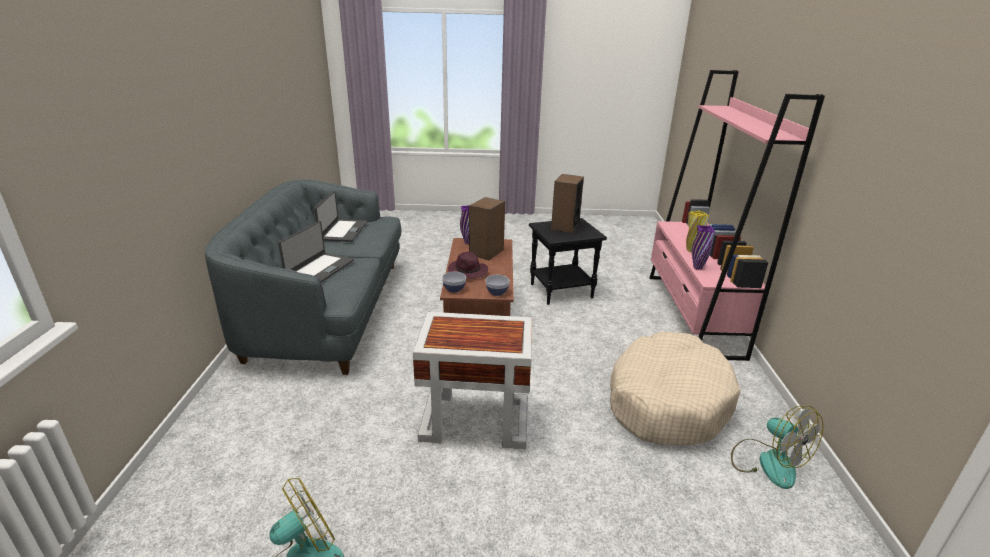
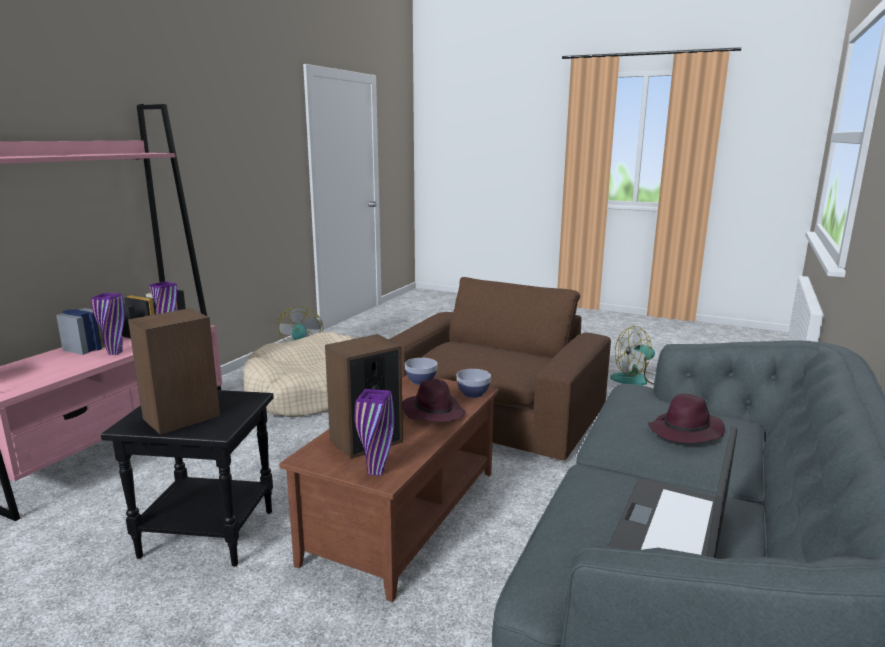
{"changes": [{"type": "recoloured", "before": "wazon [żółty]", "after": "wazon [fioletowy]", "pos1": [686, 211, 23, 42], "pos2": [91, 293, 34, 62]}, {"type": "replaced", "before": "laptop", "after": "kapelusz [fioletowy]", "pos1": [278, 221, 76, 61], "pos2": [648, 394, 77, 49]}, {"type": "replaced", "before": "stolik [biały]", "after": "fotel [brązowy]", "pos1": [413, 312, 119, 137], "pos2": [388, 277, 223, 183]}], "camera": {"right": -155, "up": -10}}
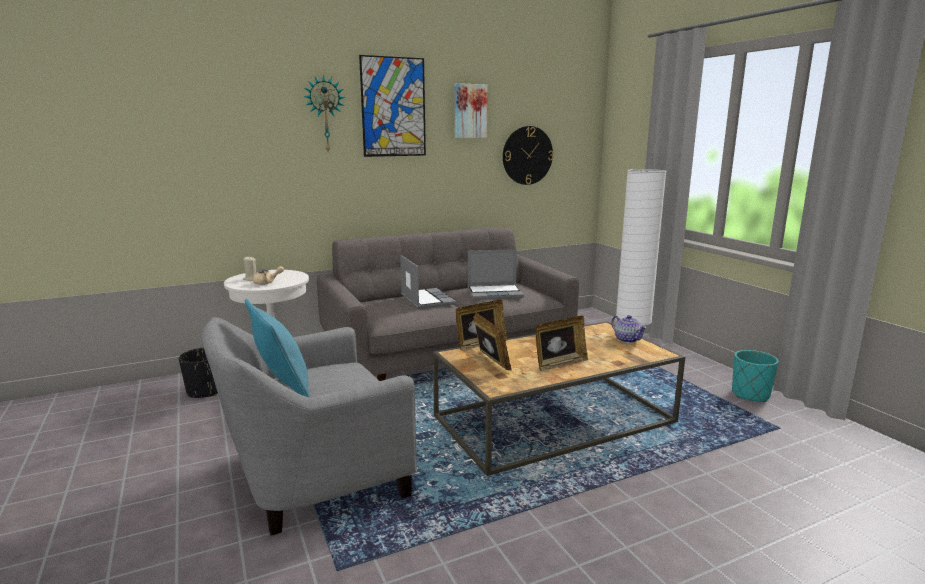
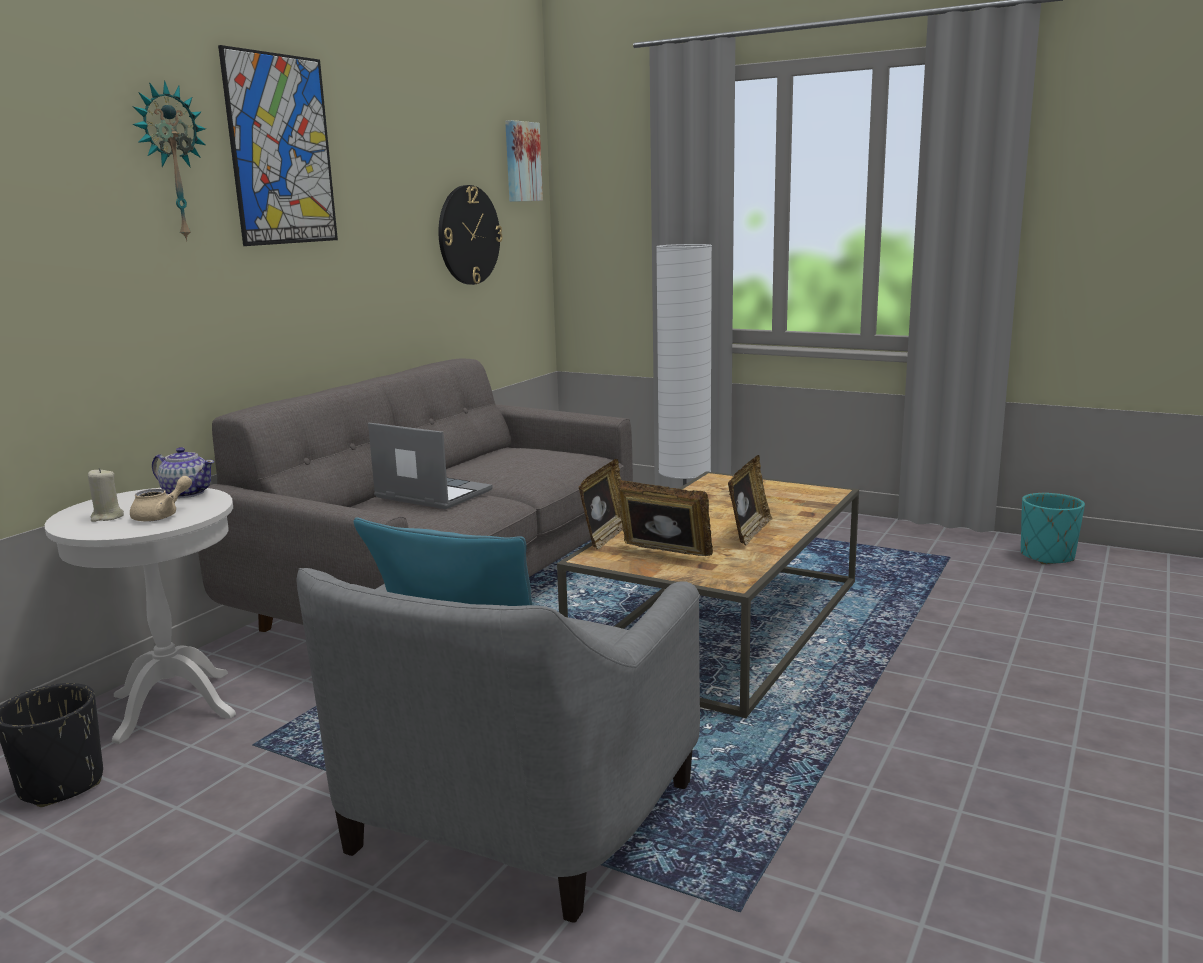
{"changes": [{"type": "moved", "before": "obraz", "pos1": [455, 83, 33, 55], "pos2": [505, 120, 38, 82]}, {"type": "removed", "before": "laptop", "pos1": [468, 249, 56, 51]}, {"type": "moved", "before": "imbryk", "pos1": [611, 315, 36, 28], "pos2": [152, 447, 62, 51]}, {"type": "moved", "before": "donica [turkusowy]", "pos1": [732, 350, 47, 52], "pos2": [1021, 493, 64, 71]}], "camera": {"right": -35, "up": 0}}
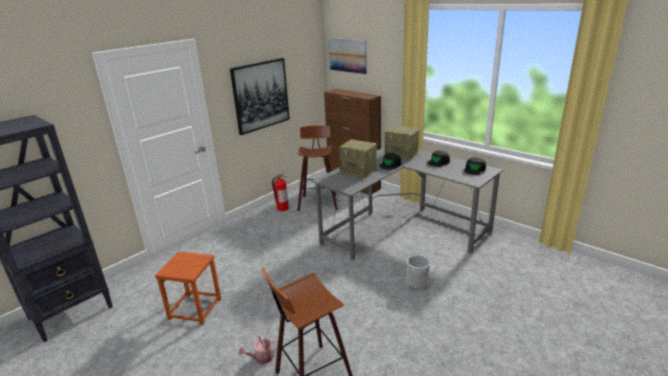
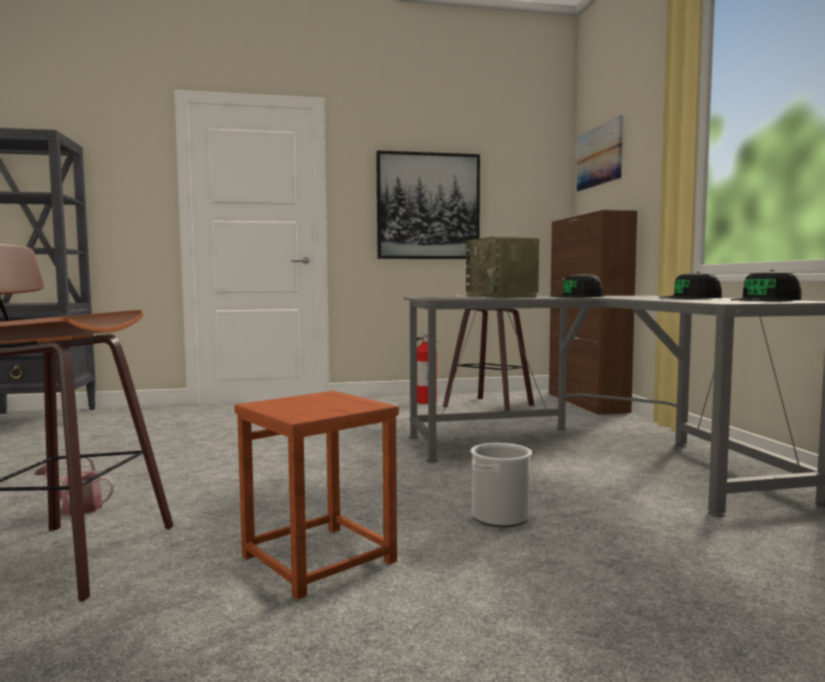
{"changes": [{"type": "removed", "before": "radio", "pos1": [385, 125, 34, 36]}, {"type": "moved", "before": "stołek [brązowy]", "pos1": [155, 251, 66, 74], "pos2": [234, 391, 165, 209]}], "camera": {"right": 35, "up": -20}}
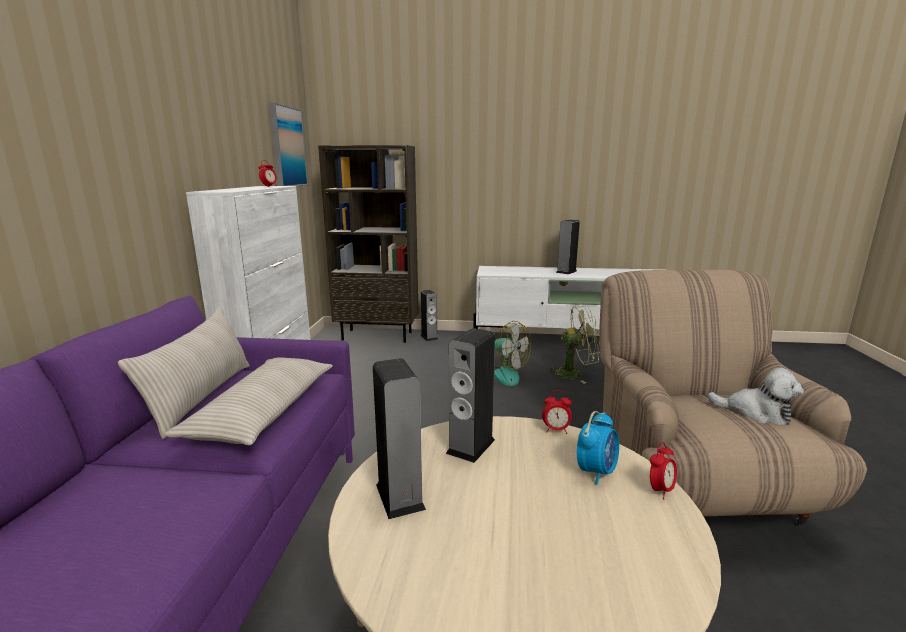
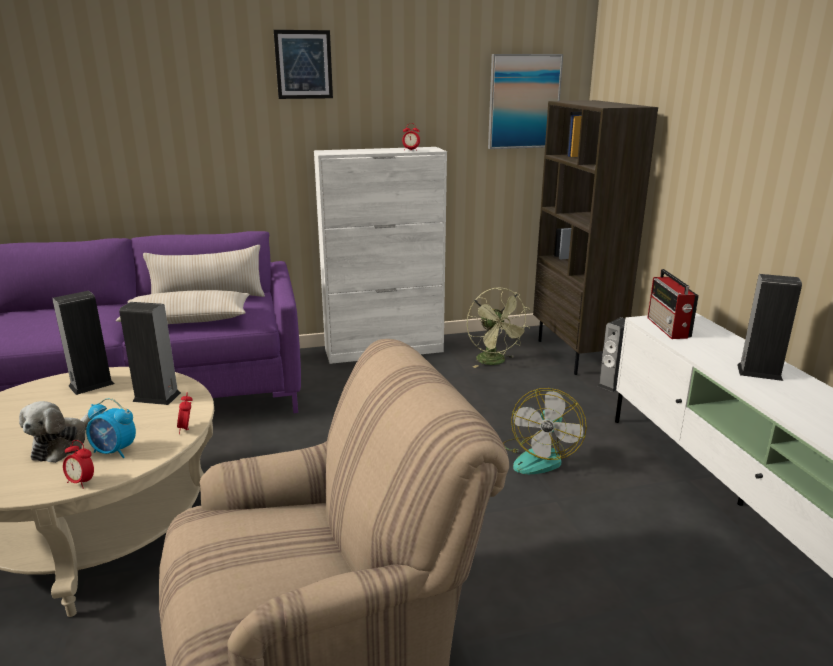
{"changes": [{"type": "moved", "before": "wentylator [zielony]", "pos1": [546, 306, 54, 78], "pos2": [467, 287, 63, 81]}, {"type": "moved", "before": "pluszak", "pos1": [708, 368, 96, 57], "pos2": [19, 401, 72, 62]}, {"type": "added", "after": "obraz", "pos2": [274, 30, 59, 69]}, {"type": "added", "after": "radio", "pos2": [647, 269, 52, 70]}], "camera": {"right": 70, "up": 5}}
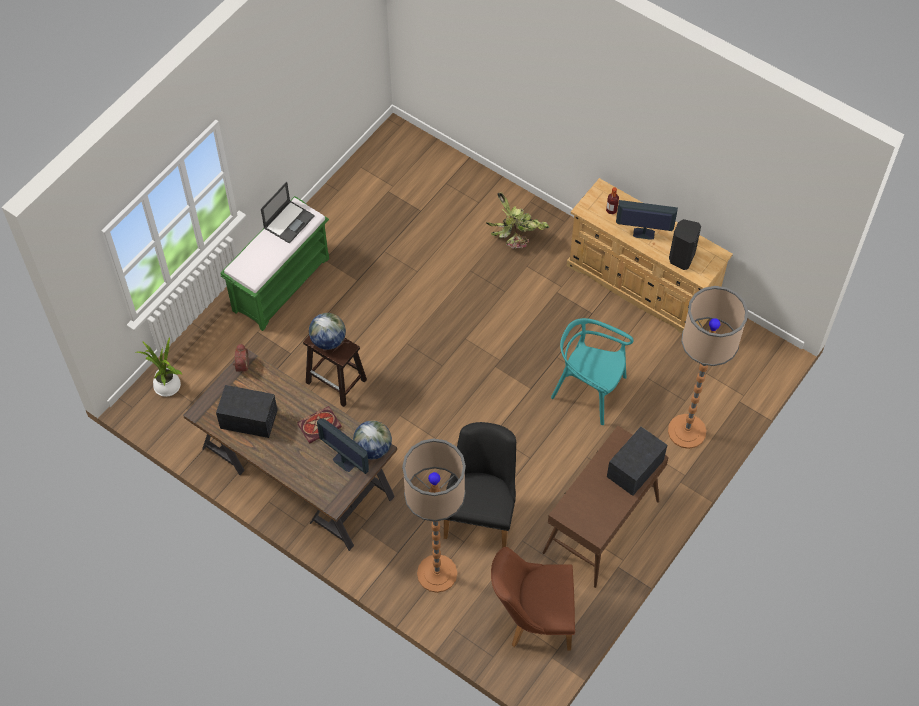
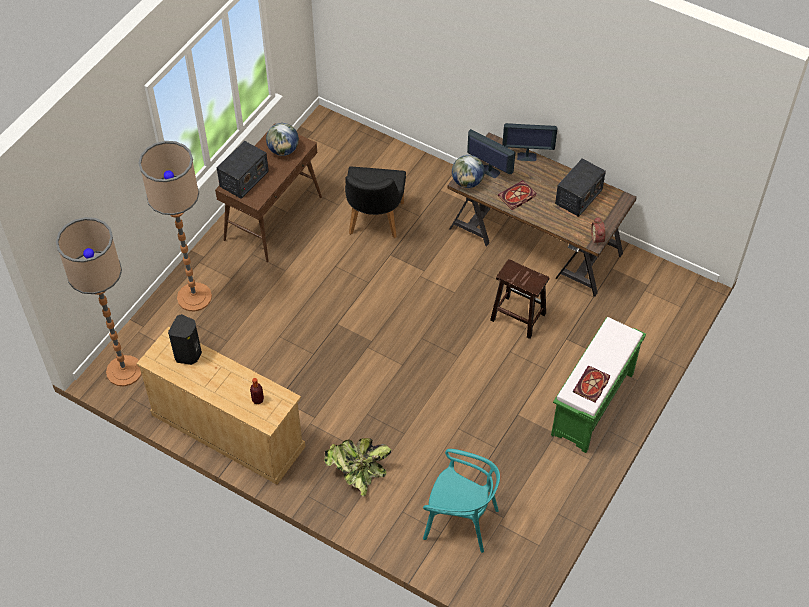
{"changes": [{"type": "replaced", "before": "laptop", "after": "książka", "pos1": [261, 182, 54, 62], "pos2": [573, 366, 37, 37]}, {"type": "moved", "before": "monitor", "pos1": [616, 200, 62, 40], "pos2": [502, 123, 55, 38]}, {"type": "moved", "before": "globus", "pos1": [309, 313, 37, 37], "pos2": [266, 123, 33, 33]}, {"type": "moved", "before": "krzesło [turkusowy]", "pos1": [551, 318, 83, 107], "pos2": [423, 449, 77, 104]}, {"type": "removed", "before": "roślina doniczkowa", "pos1": [136, 337, 47, 60]}, {"type": "turned", "before": "radio", "pos1": [216, 385, 62, 53], "pos2": [555, 158, 51, 59], "turn": -60}, {"type": "moved", "before": "lampa stojąca", "pos1": [402, 438, 64, 155], "pos2": [56, 217, 86, 169]}, {"type": "removed", "before": "krzesło [brązowy]", "pos1": [491, 547, 84, 104]}], "camera": {"right": 175, "up": -5}}
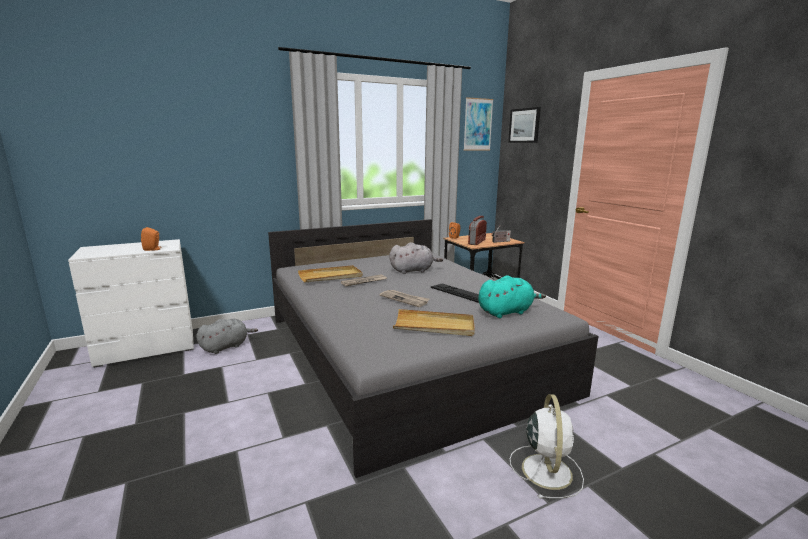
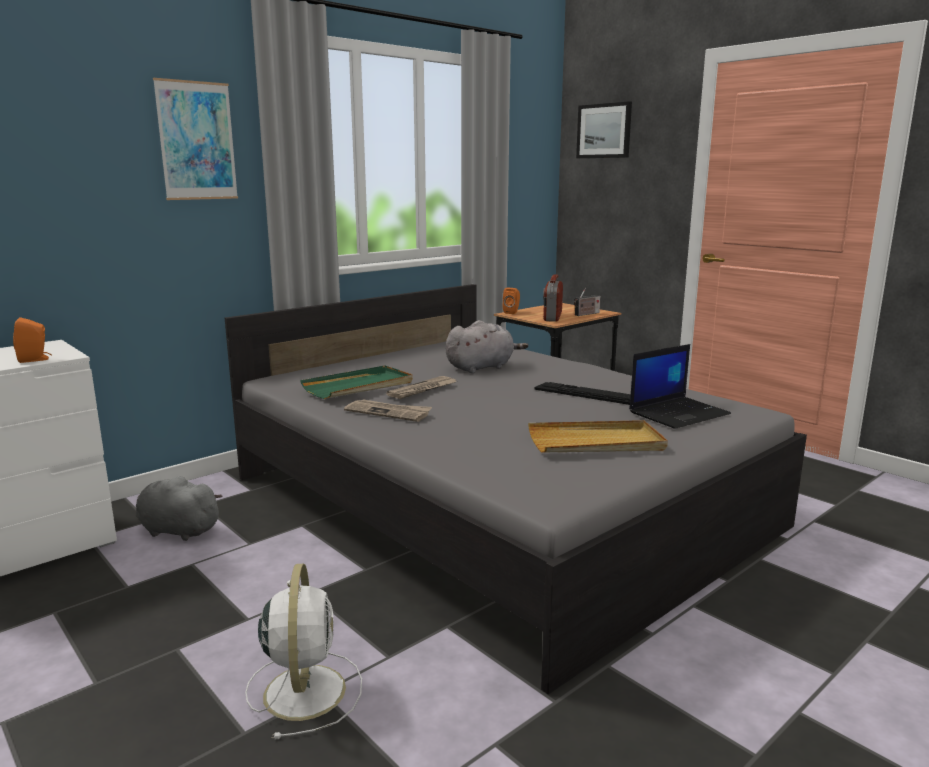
{"changes": [{"type": "moved", "before": "obraz", "pos1": [463, 97, 30, 53], "pos2": [153, 78, 85, 122]}, {"type": "recoloured", "before": "taca [beżowy]", "after": "taca [zielony]", "pos1": [298, 265, 65, 18], "pos2": [300, 365, 113, 34]}, {"type": "replaced", "before": "pluszak [turkusowy]", "after": "laptop", "pos1": [478, 275, 68, 43], "pos2": [629, 344, 102, 85]}, {"type": "moved", "before": "gazeta", "pos1": [379, 290, 51, 17], "pos2": [344, 400, 88, 22]}, {"type": "turned", "before": "pluszak [szary]", "pos1": [196, 319, 62, 35], "pos2": [136, 476, 86, 65], "turn": -105}, {"type": "moved", "before": "wentylator [biały]", "pos1": [510, 394, 74, 105], "pos2": [245, 563, 117, 176]}], "camera": {"right": -15, "up": 0}}
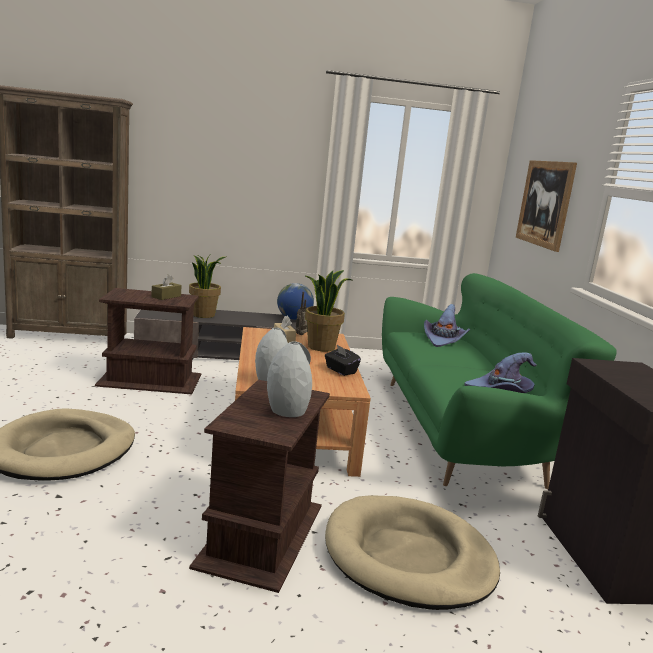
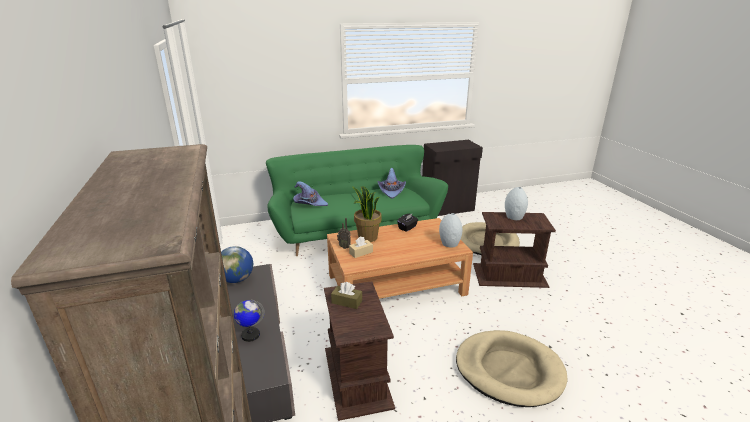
{"changes": [{"type": "removed", "before": "obraz", "pos1": [516, 160, 61, 92]}, {"type": "replaced", "before": "roślina doniczkowa", "after": "globus", "pos1": [189, 254, 37, 64], "pos2": [234, 299, 31, 43]}], "camera": {"right": -100, "up": 10}}
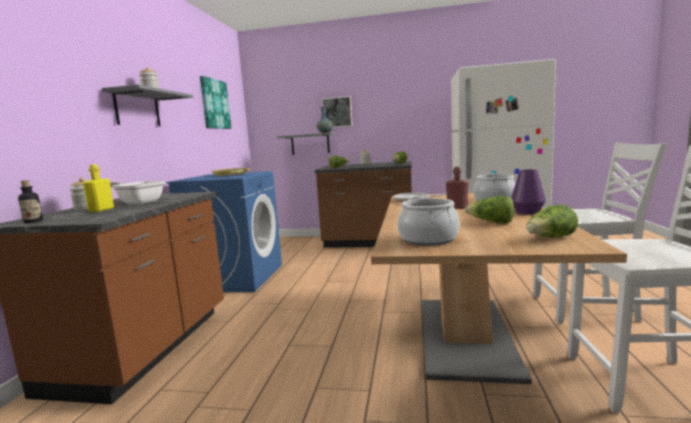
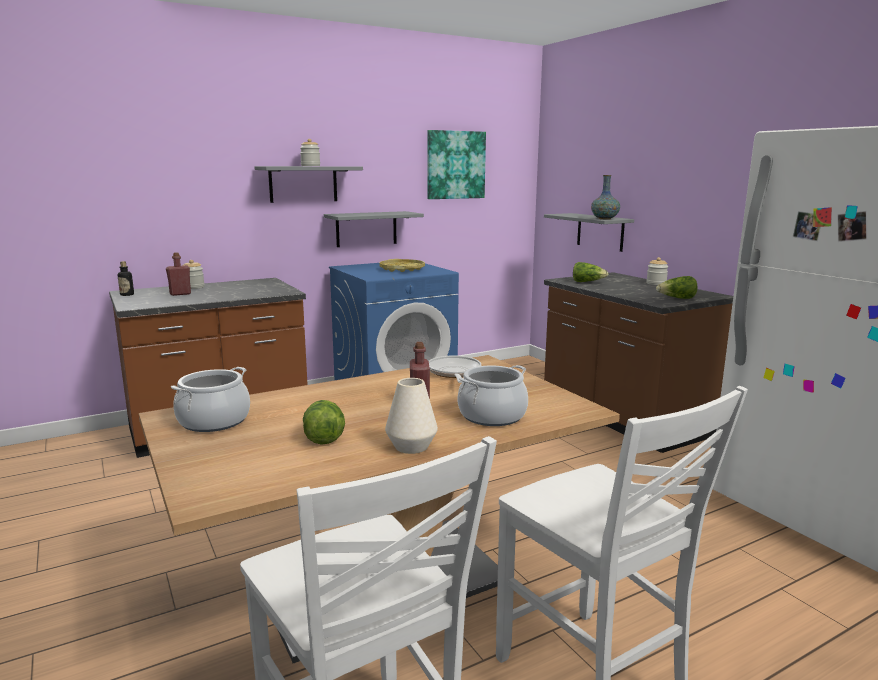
{"changes": [{"type": "removed", "before": "obraz", "pos1": [322, 96, 31, 32]}, {"type": "recoloured", "before": "butelka [żółty]", "after": "butelka [czerwony]", "pos1": [83, 164, 31, 48], "pos2": [166, 252, 25, 44]}, {"type": "recoloured", "before": "wazon [fioletowy]", "after": "wazon [biały]", "pos1": [511, 170, 35, 45], "pos2": [385, 378, 53, 76]}, {"type": "removed", "before": "patelnia", "pos1": [110, 181, 55, 23]}, {"type": "removed", "before": "sałata", "pos1": [526, 204, 52, 33]}, {"type": "added", "after": "półka [szary]", "pos2": [324, 211, 100, 36]}], "camera": {"right": 50, "up": 5}}
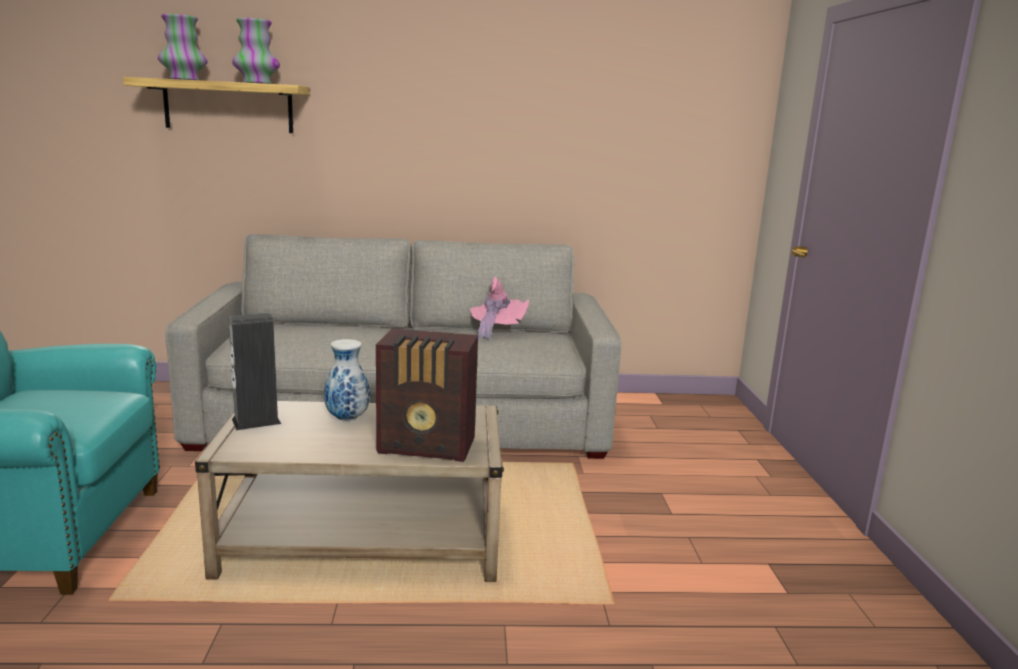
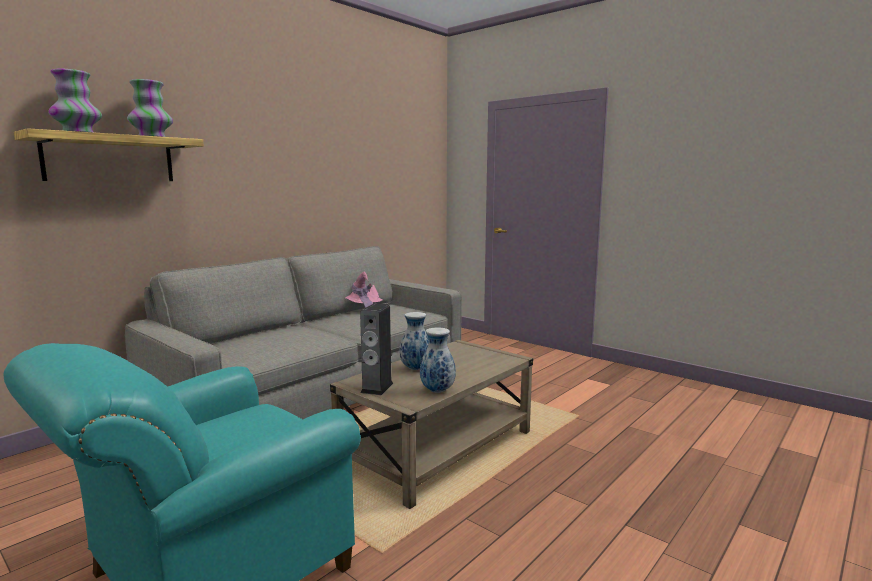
{"changes": [{"type": "removed", "before": "radio", "pos1": [376, 328, 102, 134]}, {"type": "added", "after": "wazon", "pos2": [420, 327, 36, 66]}], "camera": {"right": -45, "up": -5}}
